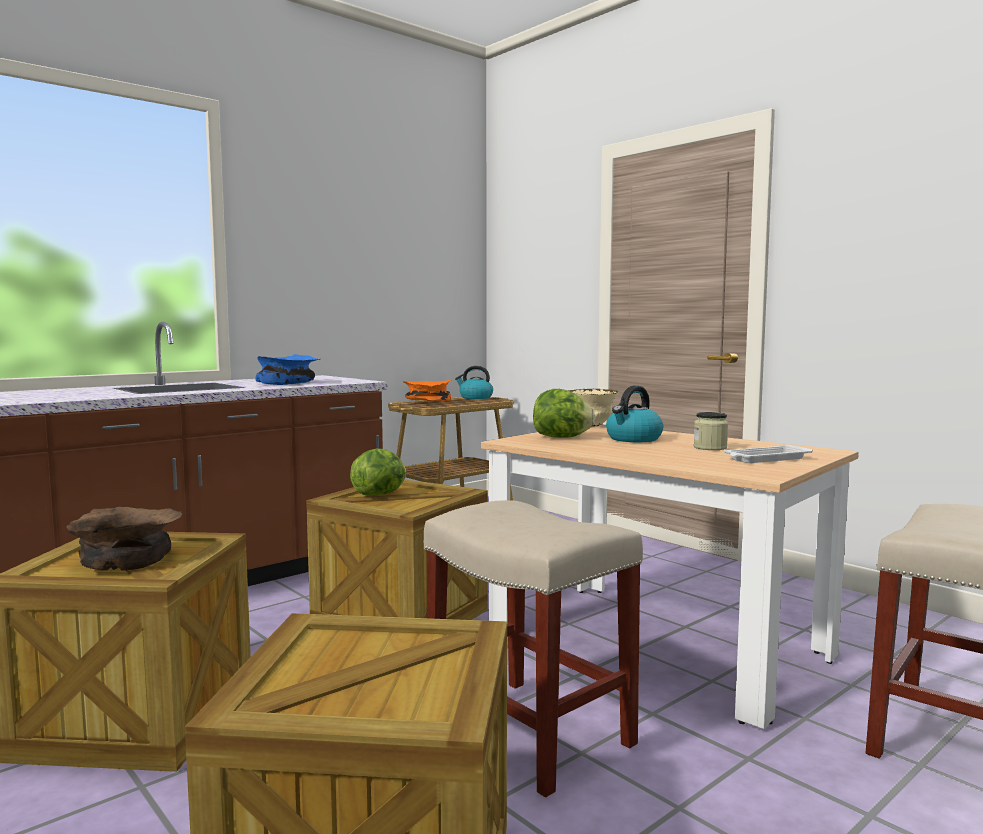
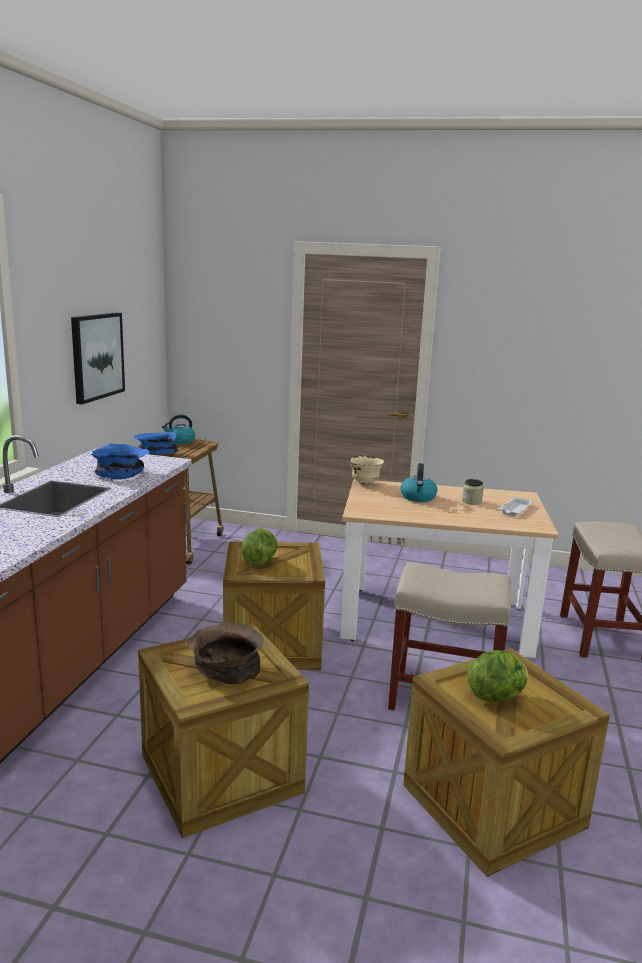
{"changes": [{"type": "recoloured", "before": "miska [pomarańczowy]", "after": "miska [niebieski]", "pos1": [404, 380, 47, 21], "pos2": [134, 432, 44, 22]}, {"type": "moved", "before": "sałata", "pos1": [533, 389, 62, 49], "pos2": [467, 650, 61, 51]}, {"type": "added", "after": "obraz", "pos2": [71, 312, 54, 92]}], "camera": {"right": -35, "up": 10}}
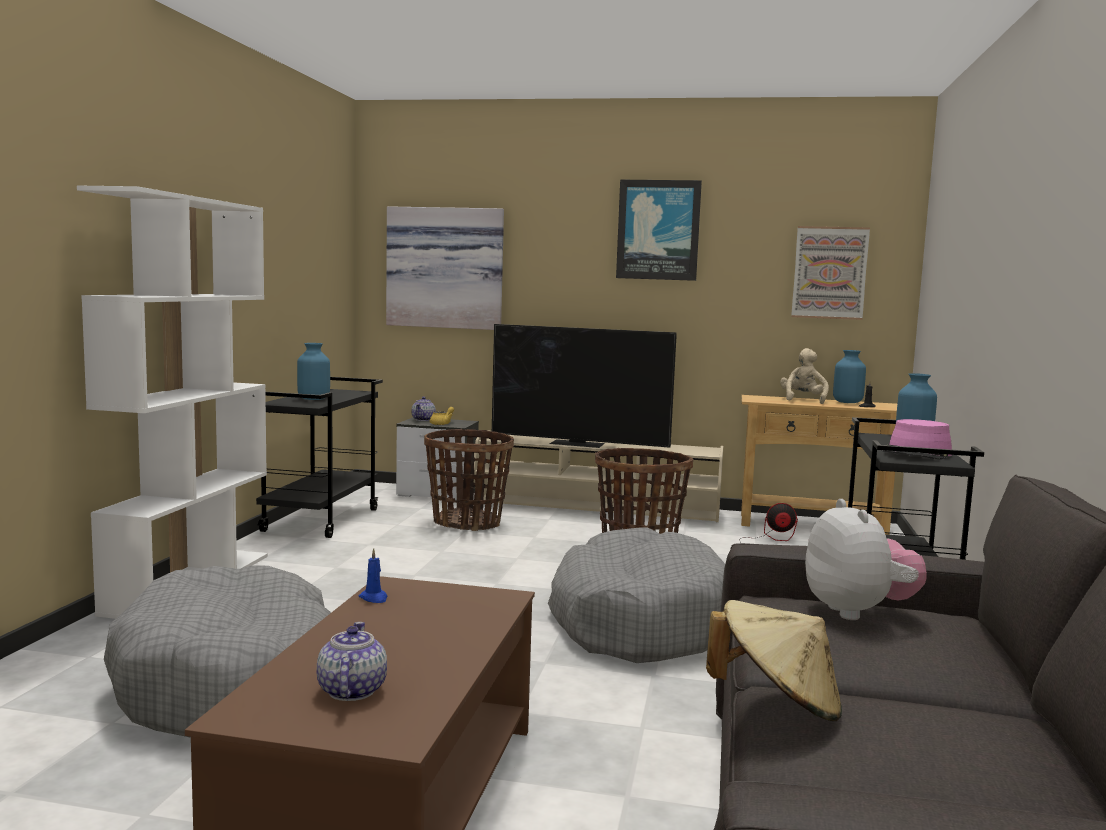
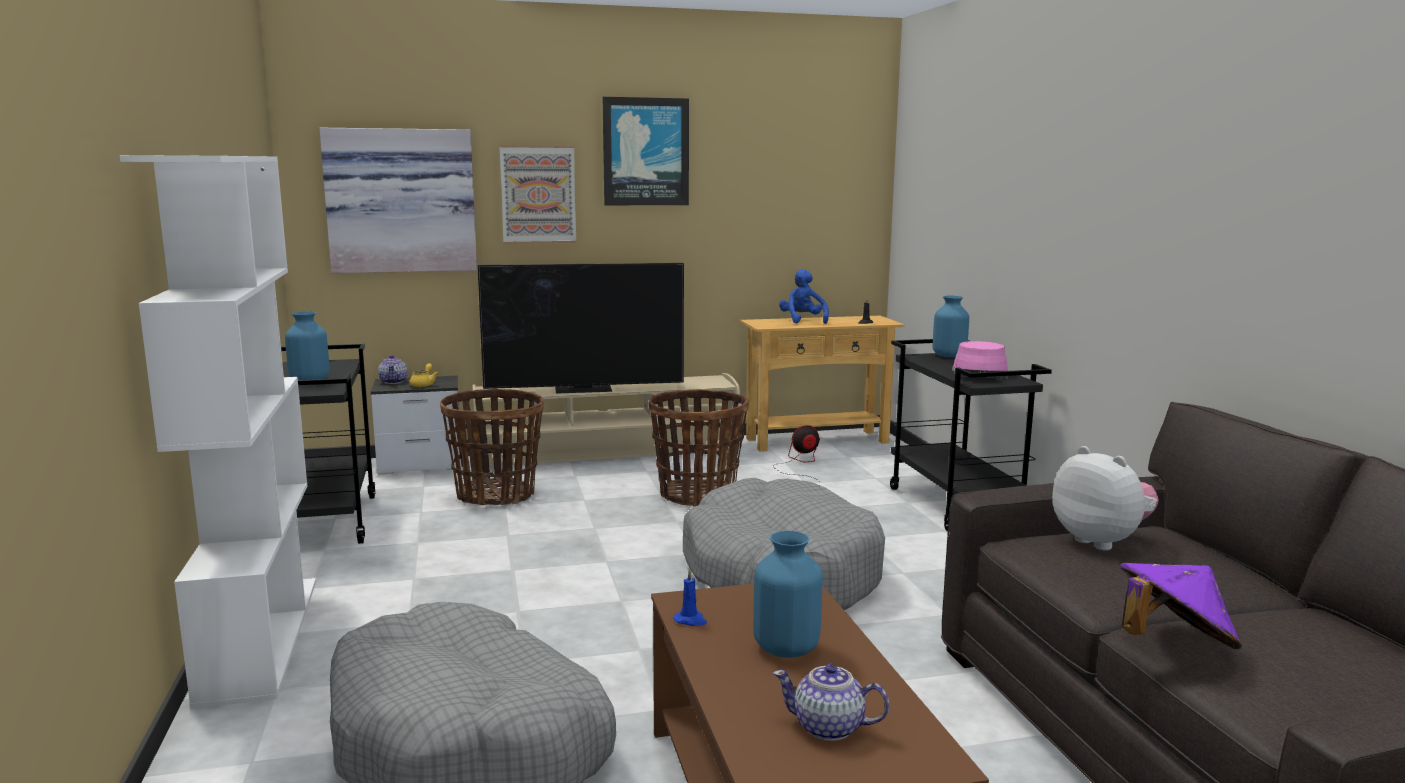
{"changes": [{"type": "moved", "before": "obraz", "pos1": [791, 226, 79, 94], "pos2": [500, 145, 76, 99]}, {"type": "recoloured", "before": "pluszak [beżowy]", "after": "pluszak [niebieski]", "pos1": [780, 348, 49, 56], "pos2": [779, 269, 50, 55]}, {"type": "moved", "before": "wazon [niebieski]", "pos1": [833, 350, 33, 53], "pos2": [753, 531, 70, 127]}, {"type": "recoloured", "before": "kapelusz [beżowy]", "after": "kapelusz [fioletowy]", "pos1": [706, 600, 136, 121], "pos2": [1120, 563, 122, 86]}, {"type": "turned", "before": "imbryk", "pos1": [316, 622, 71, 79], "pos2": [773, 664, 116, 77], "turn": -45}], "camera": {"right": -25, "up": 5}}
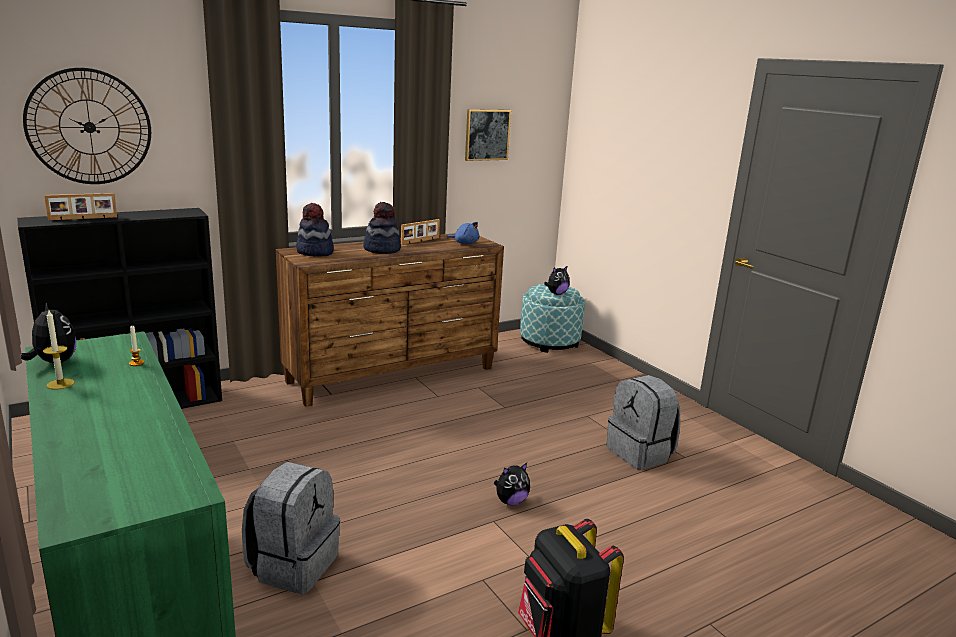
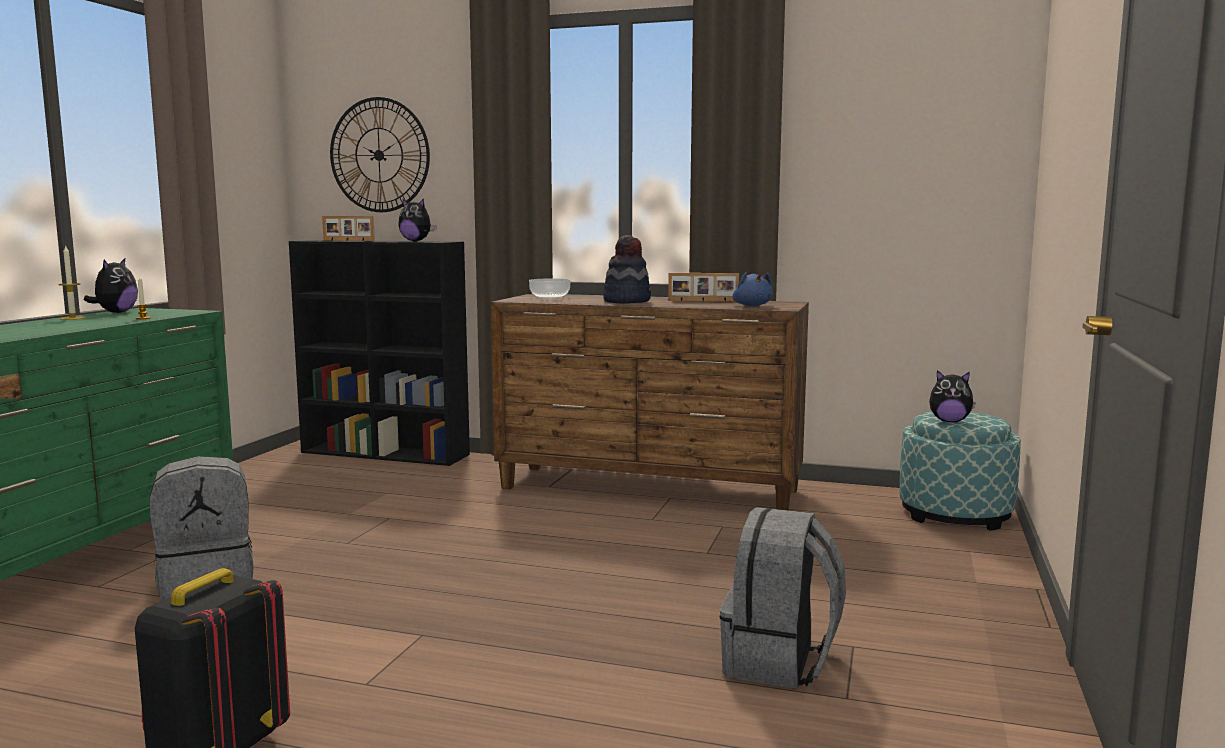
{"changes": [{"type": "removed", "before": "obraz", "pos1": [465, 109, 46, 52]}, {"type": "replaced", "before": "kapelusz", "after": "miska", "pos1": [296, 203, 38, 53], "pos2": [529, 279, 41, 20]}, {"type": "moved", "before": "pluszak", "pos1": [494, 463, 36, 42], "pos2": [398, 198, 39, 43]}], "camera": {"right": 50, "up": -10}}
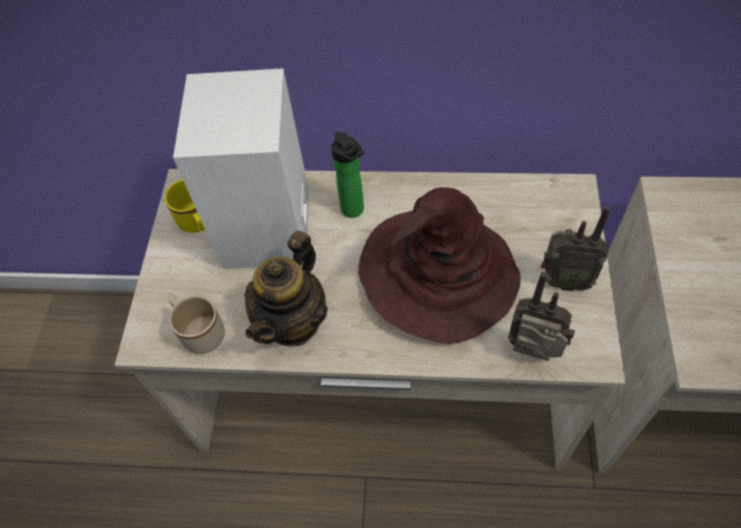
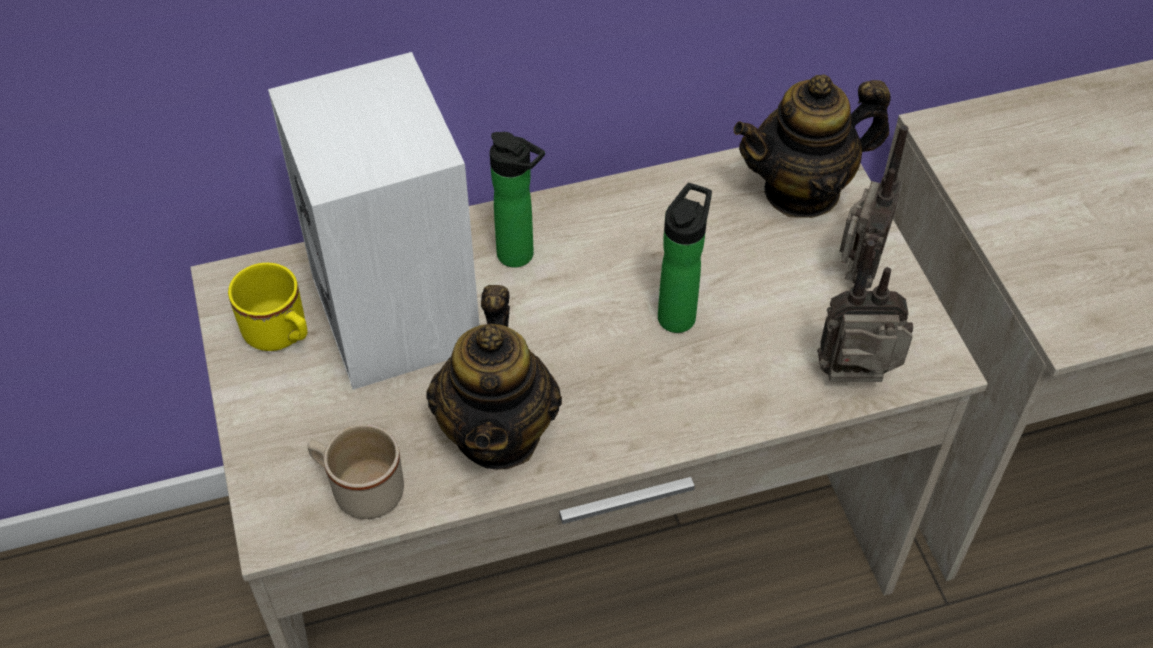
{"changes": [{"type": "replaced", "before": "kapelusz [brązowy]", "after": "butelka", "pos1": [358, 187, 163, 157], "pos2": [658, 183, 54, 150]}, {"type": "turned", "before": "radio", "pos1": [541, 205, 69, 86], "pos2": [840, 125, 68, 164], "turn": -60}, {"type": "added", "after": "imbryk", "pos2": [734, 74, 157, 144]}], "camera": {"right": -25, "up": -5}}
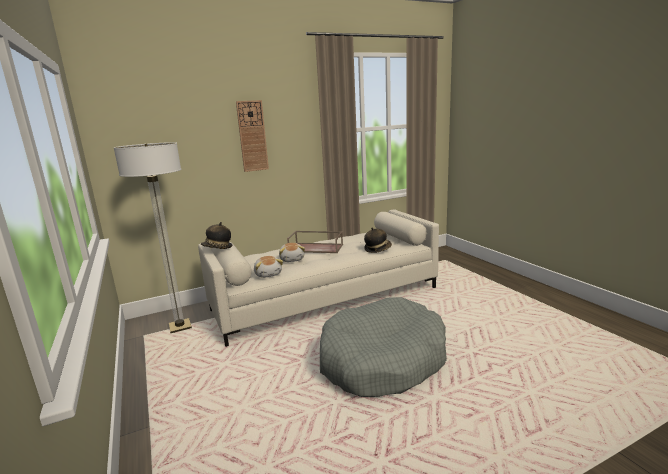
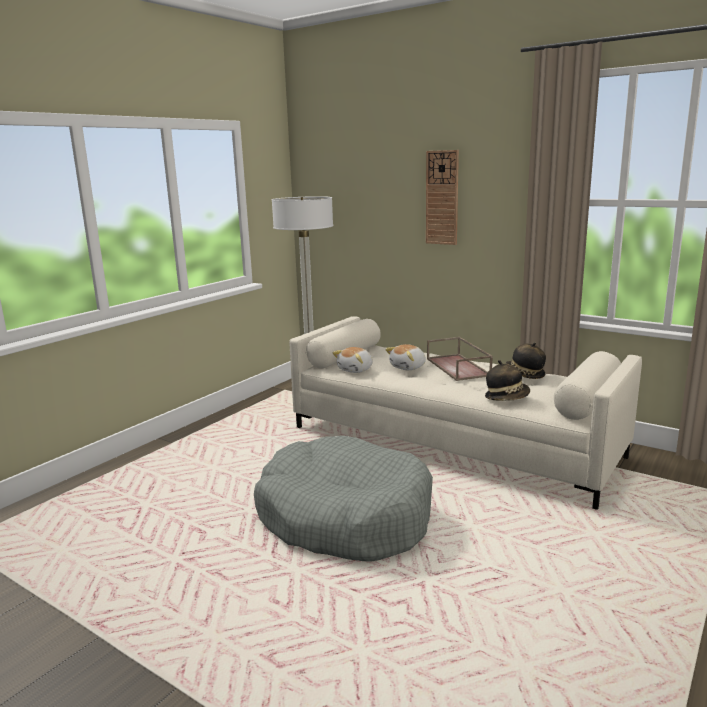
{"changes": [{"type": "moved", "before": "kapelusz", "pos1": [201, 222, 31, 27], "pos2": [505, 342, 41, 37]}], "camera": {"right": 60, "up": 0}}
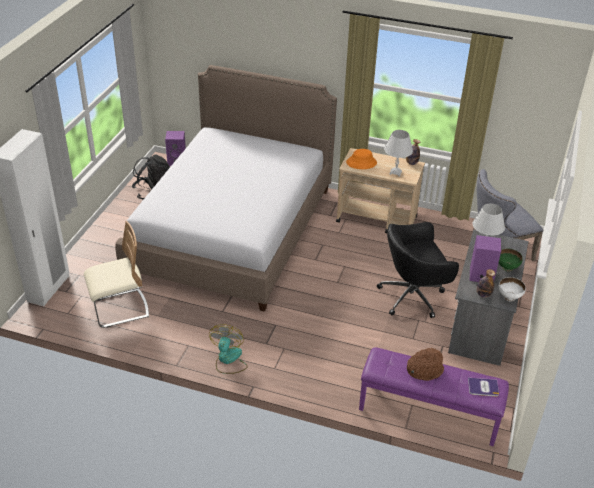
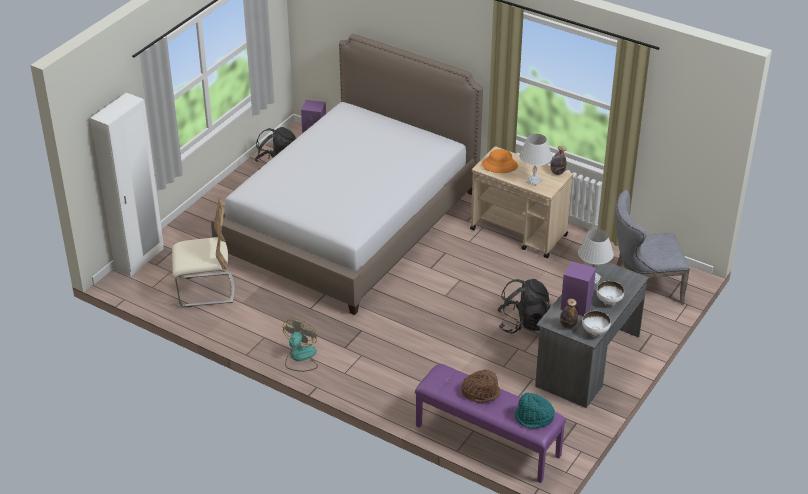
{"changes": [{"type": "replaced", "before": "krzesło biurowe [czarny]", "after": "plecak [czarny]", "pos1": [377, 222, 82, 96], "pos2": [497, 279, 54, 55]}, {"type": "recoloured", "before": "miska [zielony]", "after": "miska [biały]", "pos1": [499, 249, 24, 23], "pos2": [596, 281, 28, 25]}, {"type": "replaced", "before": "książka", "after": "kapelusz [turkusowy]", "pos1": [468, 378, 31, 19], "pos2": [514, 393, 41, 36]}], "camera": {"right": 15, "up": 0}}
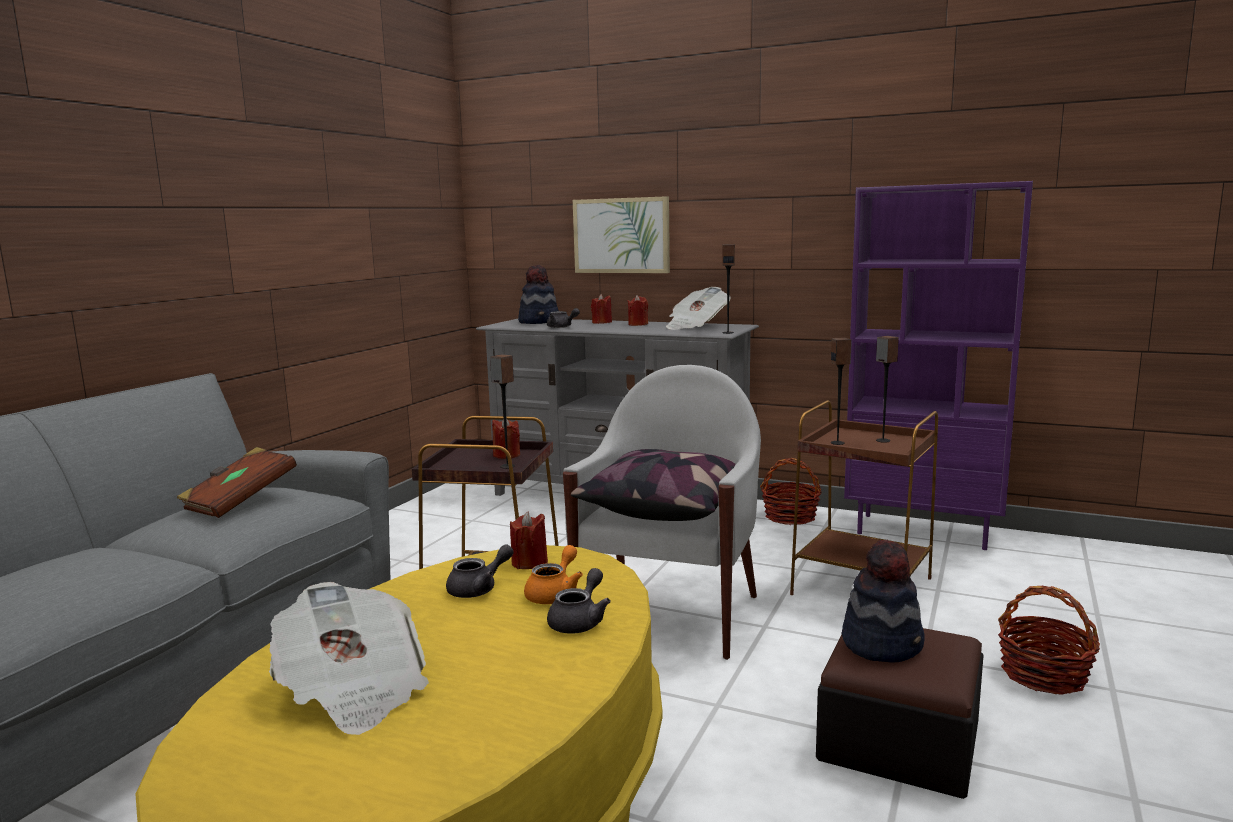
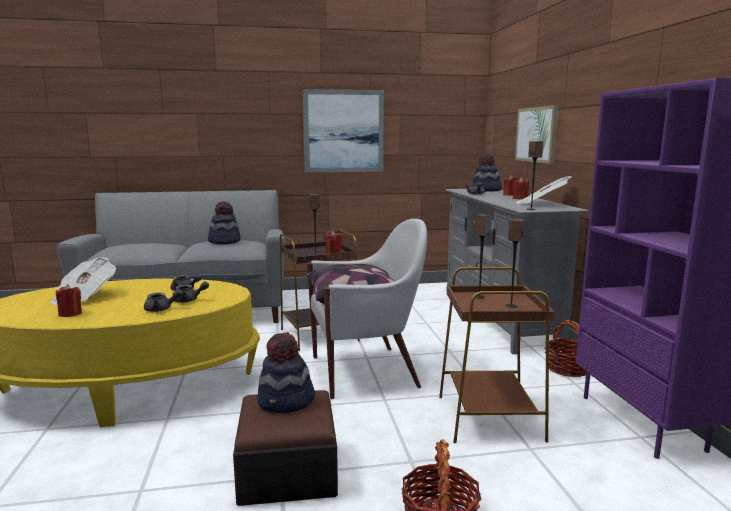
{"changes": [{"type": "replaced", "before": "książka [brązowy]", "after": "kapelusz", "pos1": [177, 447, 120, 71], "pos2": [208, 201, 33, 43]}, {"type": "moved", "before": "świeca [czerwony]", "pos1": [510, 512, 38, 57], "pos2": [56, 284, 26, 33]}, {"type": "recoloured", "before": "imbryk [pomarańczowy]", "after": "imbryk [szary]", "pos1": [524, 545, 59, 59], "pos2": [172, 281, 37, 22]}, {"type": "added", "after": "obraz", "pos2": [303, 89, 81, 84]}], "camera": {"right": 55, "up": 0}}
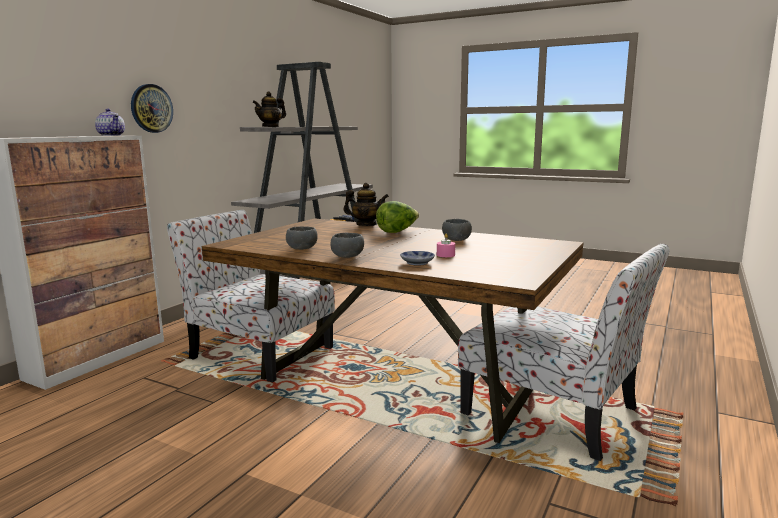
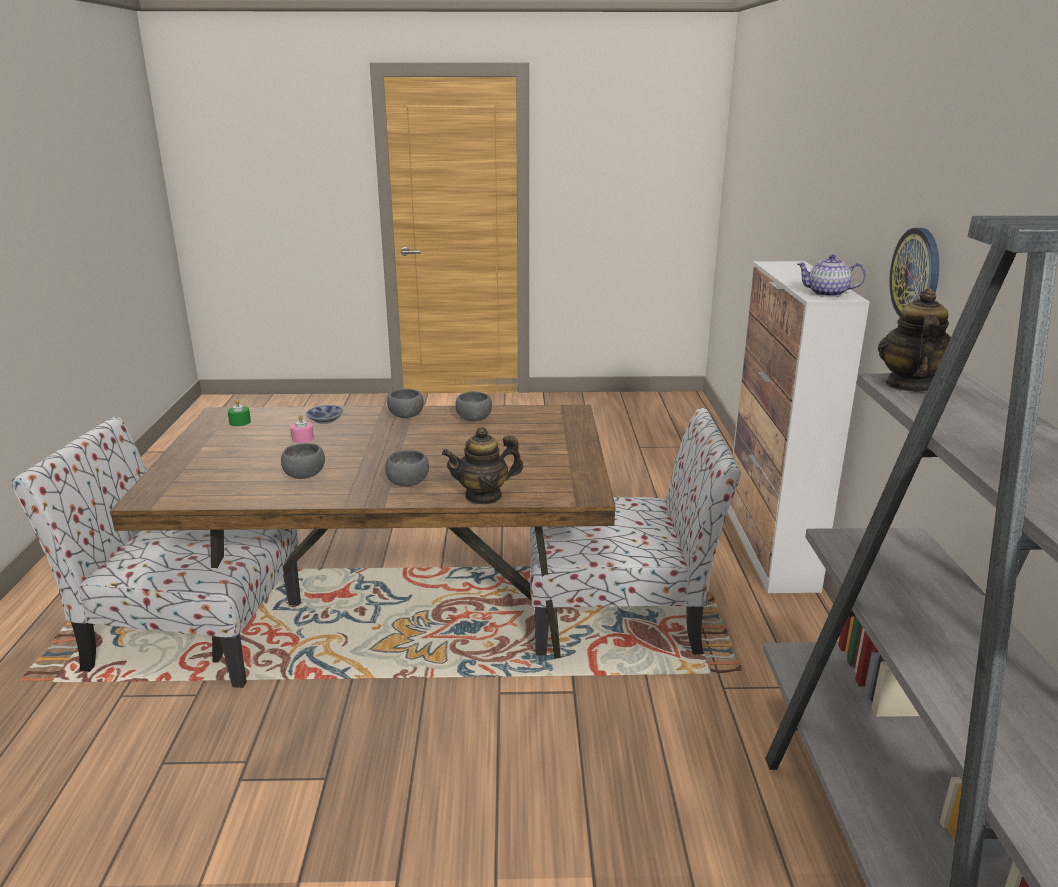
{"changes": [{"type": "replaced", "before": "sałata", "after": "miska [szary]", "pos1": [376, 201, 43, 32], "pos2": [385, 450, 44, 37]}, {"type": "added", "after": "świeca [zielony]", "pos2": [228, 399, 23, 27]}], "camera": {"right": 150, "up": 10}}
